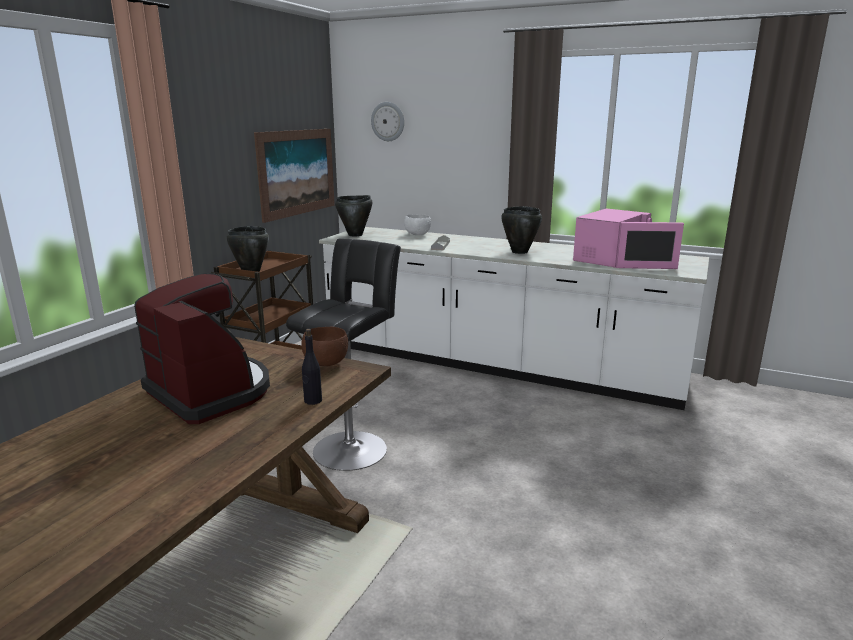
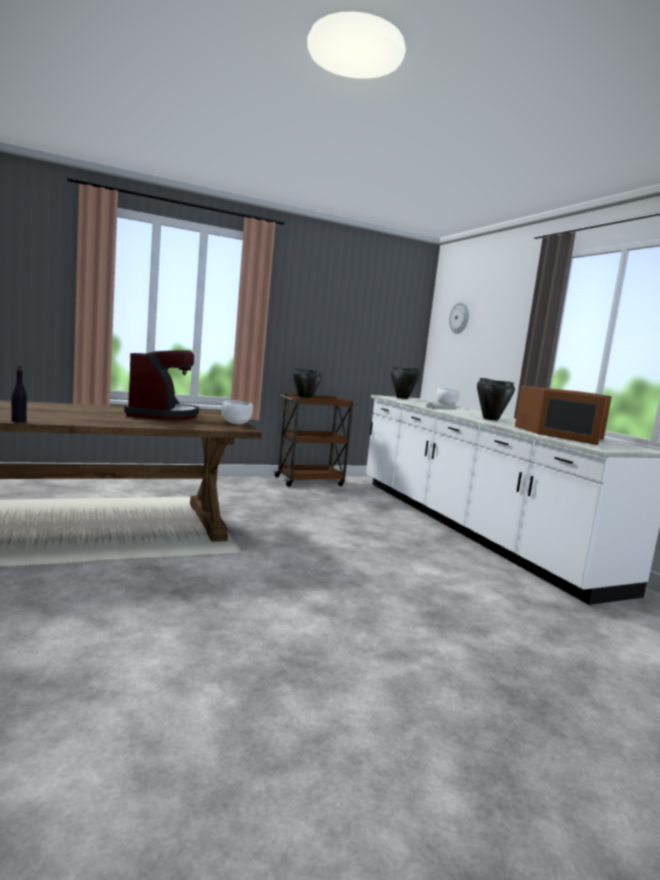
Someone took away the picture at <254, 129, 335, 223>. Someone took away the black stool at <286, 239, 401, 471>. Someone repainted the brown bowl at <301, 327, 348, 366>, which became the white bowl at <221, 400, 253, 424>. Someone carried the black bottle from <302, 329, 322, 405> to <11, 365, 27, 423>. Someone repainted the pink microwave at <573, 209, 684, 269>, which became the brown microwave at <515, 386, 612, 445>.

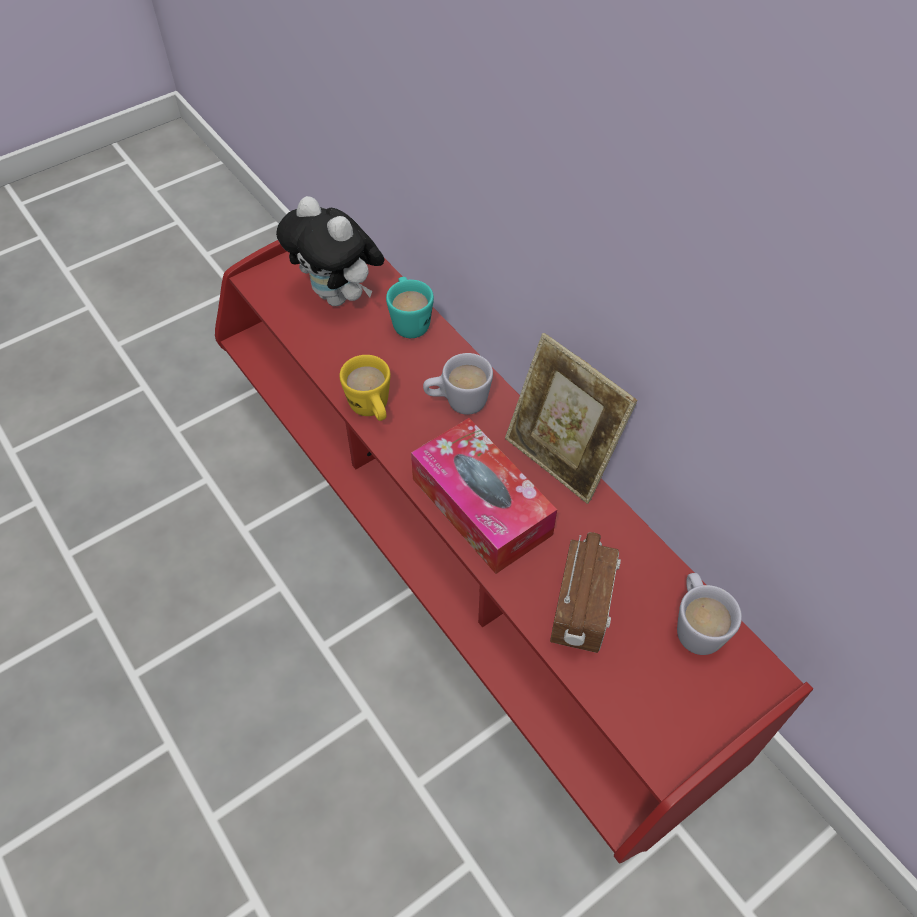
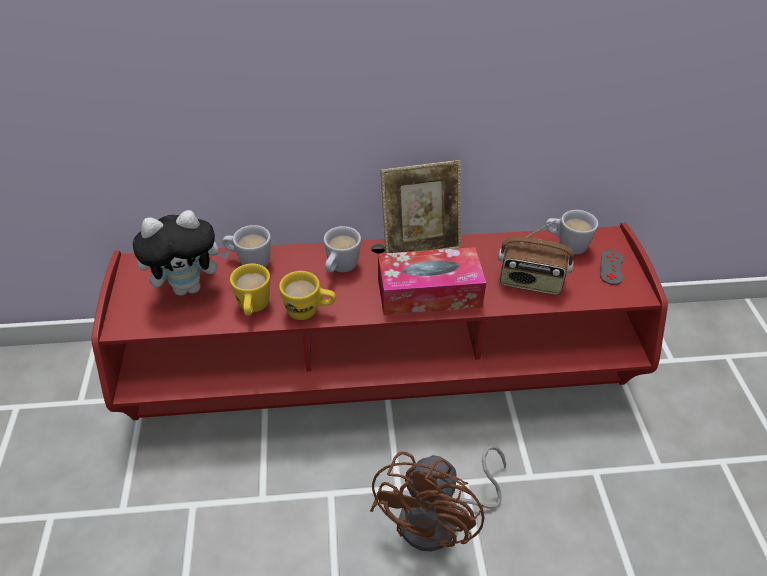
Someone repainted the turquoise mug at <386, 277, 434, 338>, which became the white mug at <222, 225, 271, 267>. Someone rotated the radio at <550, 532, 621, 653> by 150 degrees clockwise. Someone put down the yellow mug at <230, 264, 270, 316>. Someone put down the brown fan at <370, 445, 506, 552>. Someone put down the grey game controller at <600, 250, 624, 285>.

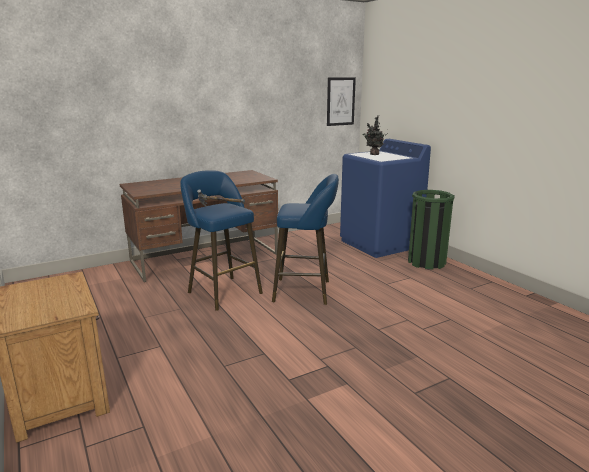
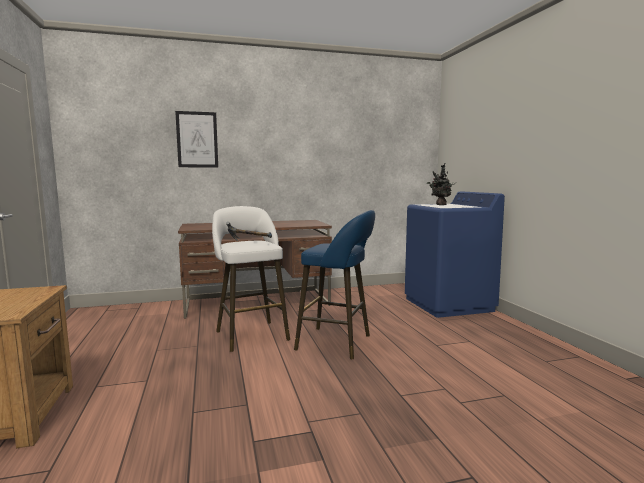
Someone repainted the blue stool at <180, 170, 263, 311>, which became the white stool at <212, 206, 290, 352>. Someone carried the picture from <327, 77, 356, 126> to <175, 111, 218, 167>. Someone took away the green trash can at <408, 190, 455, 270>.

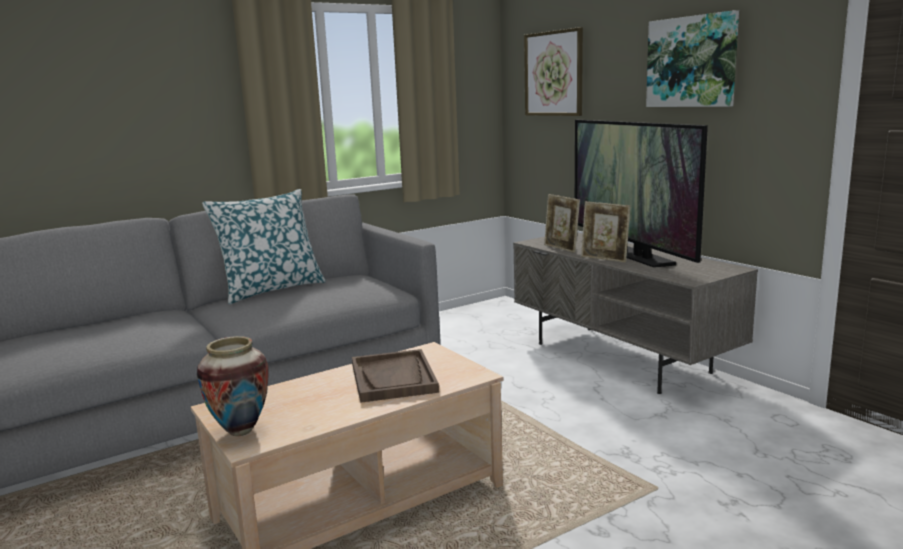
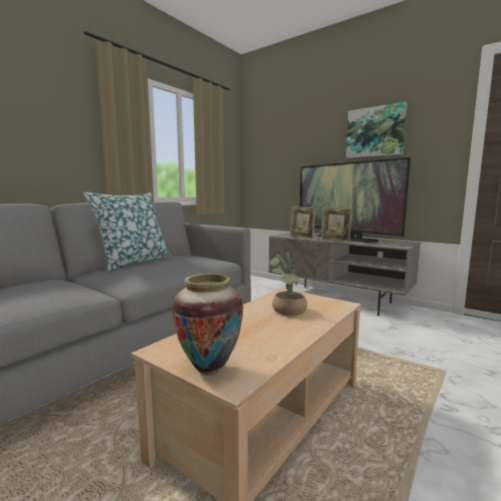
Someone swapped the brown tray at <352, 349, 439, 403> for the potted plant at <270, 252, 307, 316>. Someone took away the picture at <524, 27, 583, 116>.

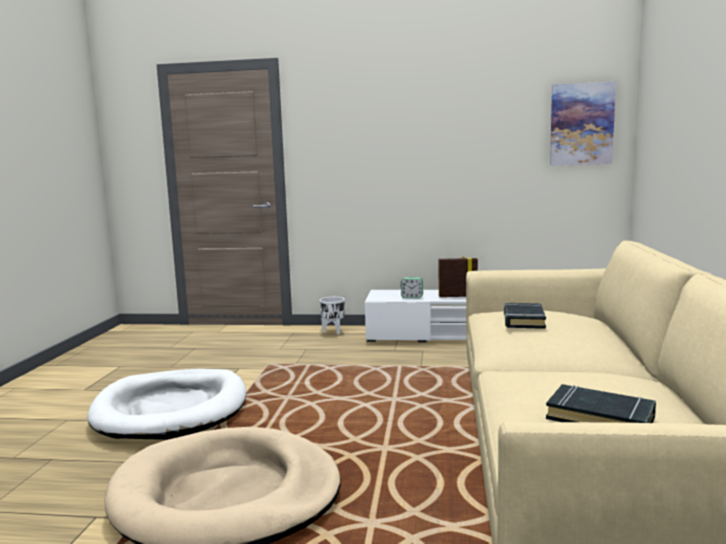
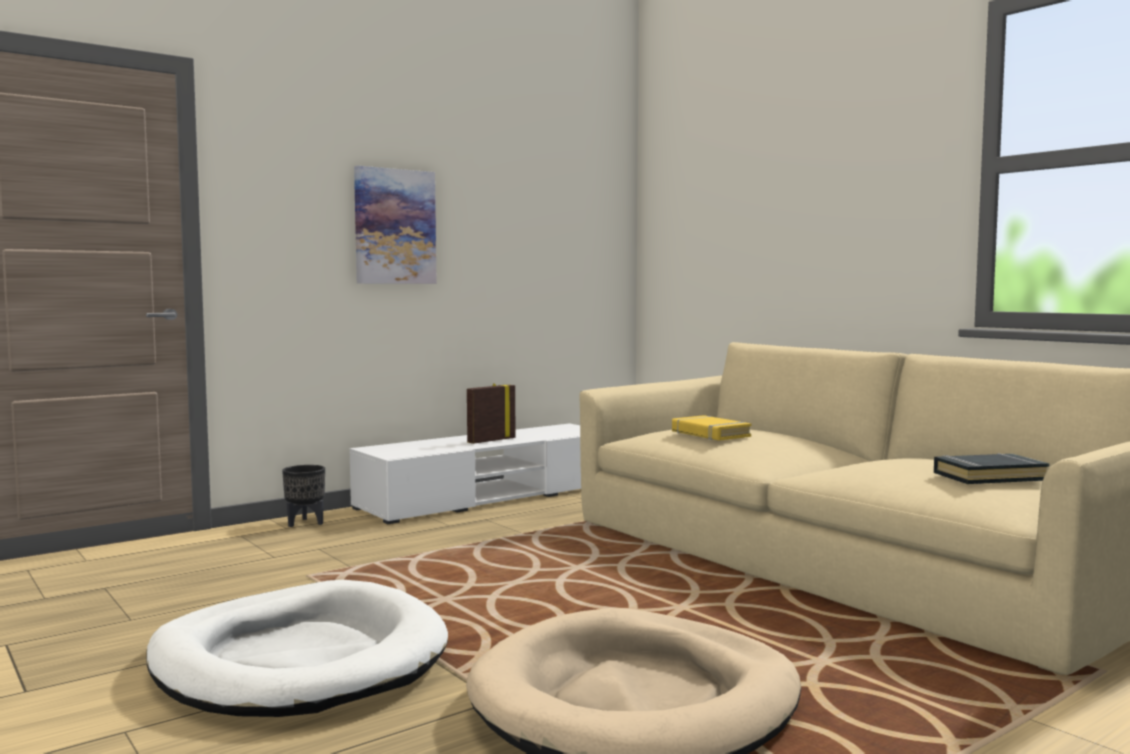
Someone repainted the white planter at <320, 297, 345, 334>, which became the black planter at <282, 465, 325, 527>. Someone took away the alarm clock at <401, 277, 423, 298>. Someone repainted the black book at <504, 303, 546, 329>, which became the yellow book at <672, 415, 751, 441>. Someone carried the picture from <550, 82, 616, 165> to <354, 166, 437, 284>.

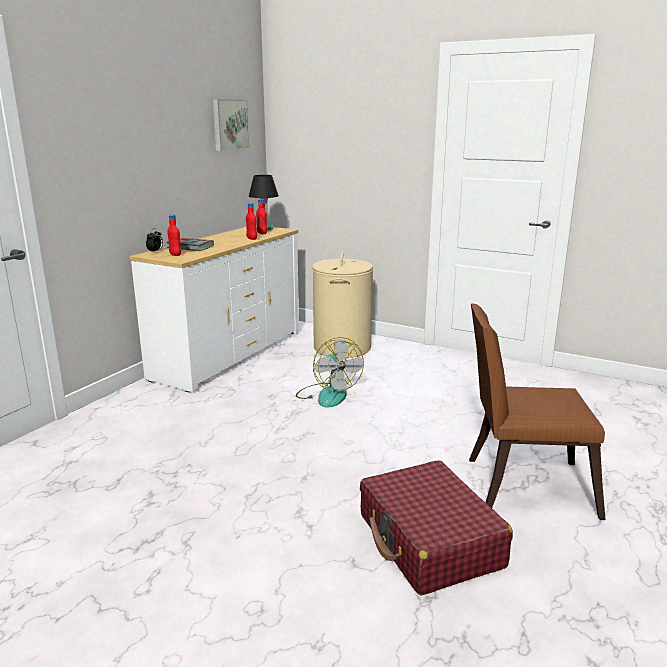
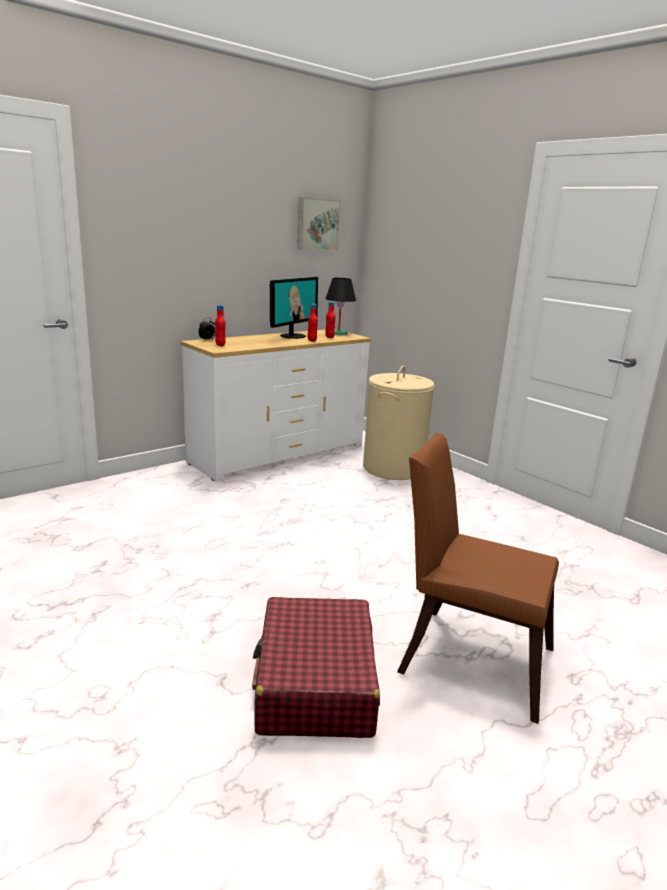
Someone took away the book at <166, 238, 214, 251>. Someone took away the fan at <296, 337, 364, 408>. Someone put down the monitor at <270, 277, 318, 339>.

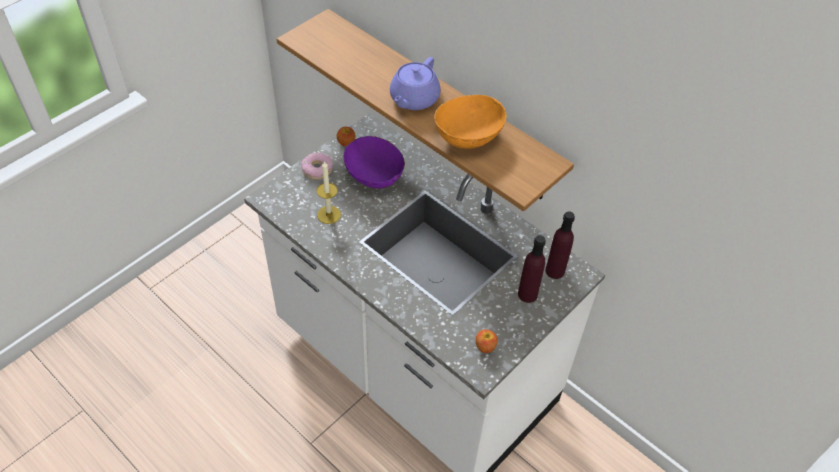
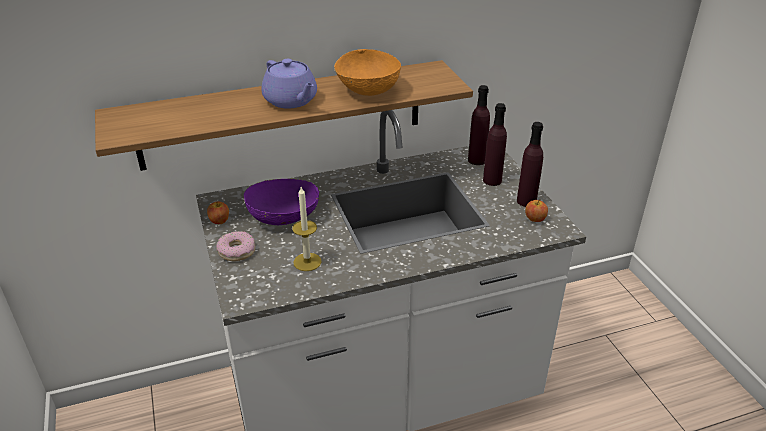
Someone put down the purple bottle at <517, 122, 543, 207>.

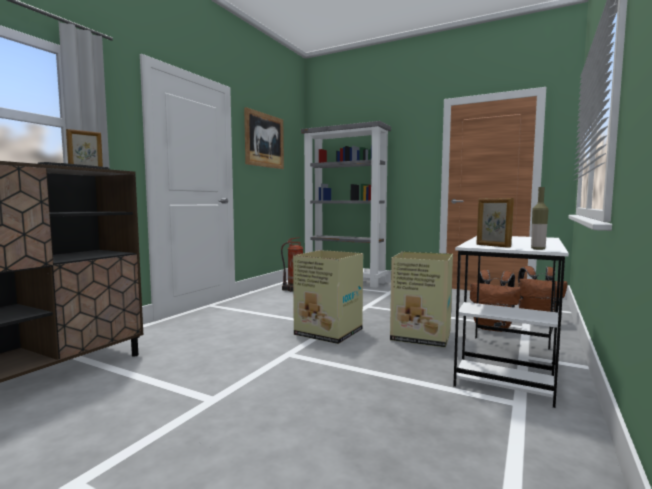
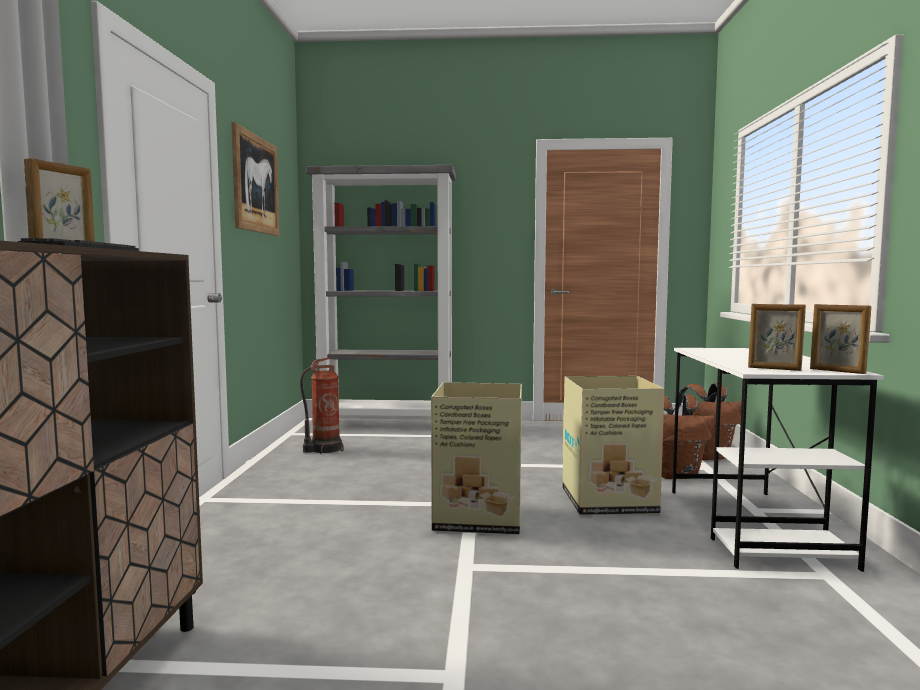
Someone swapped the bottle at <531, 187, 549, 250> for the picture frame at <810, 304, 871, 374>.

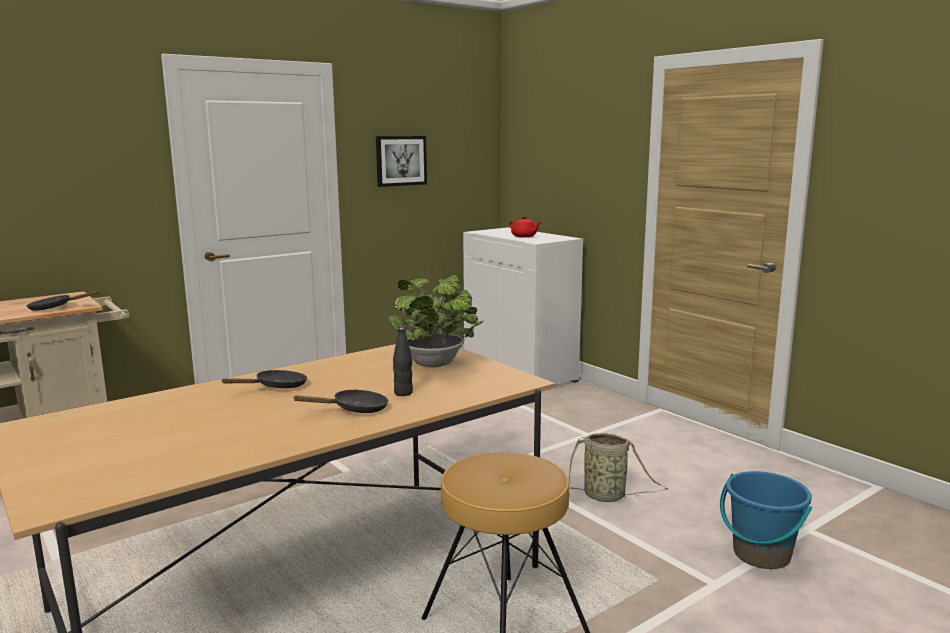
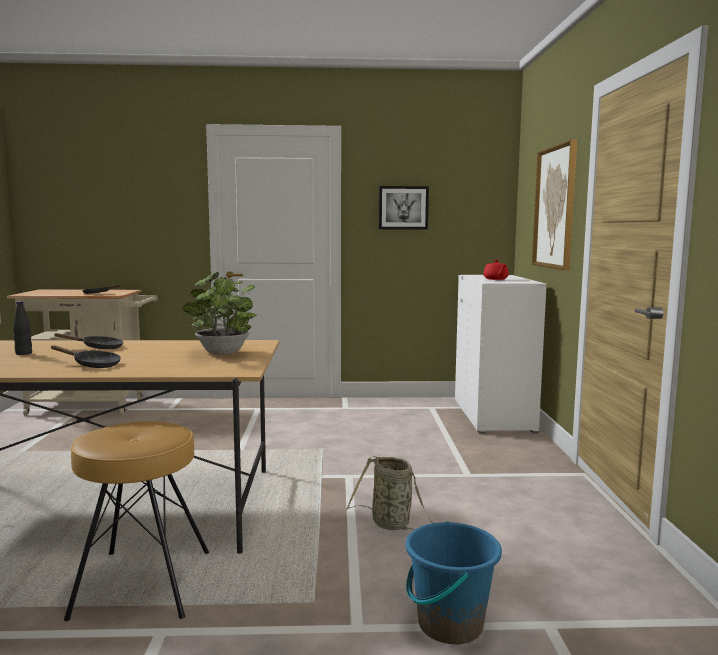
Someone carried the black bottle from <393, 328, 413, 396> to <13, 301, 32, 355>. Someone put up the picture at <532, 139, 577, 271>.

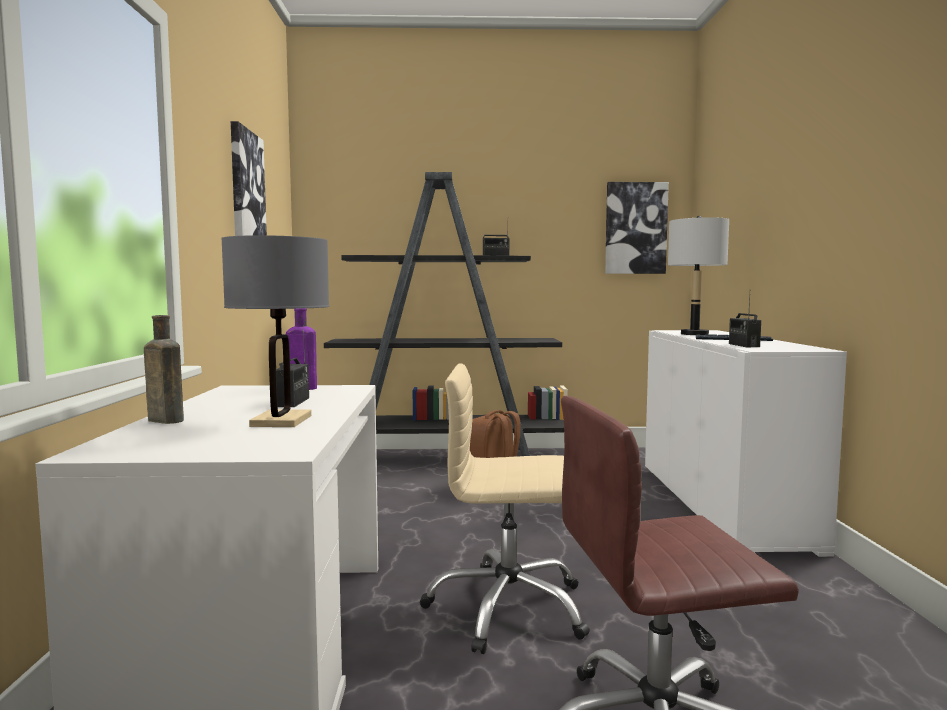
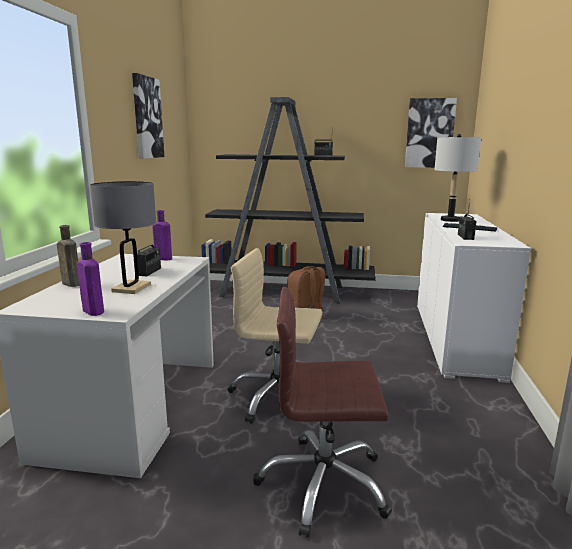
Someone put down the purple bottle at <77, 242, 104, 316>.

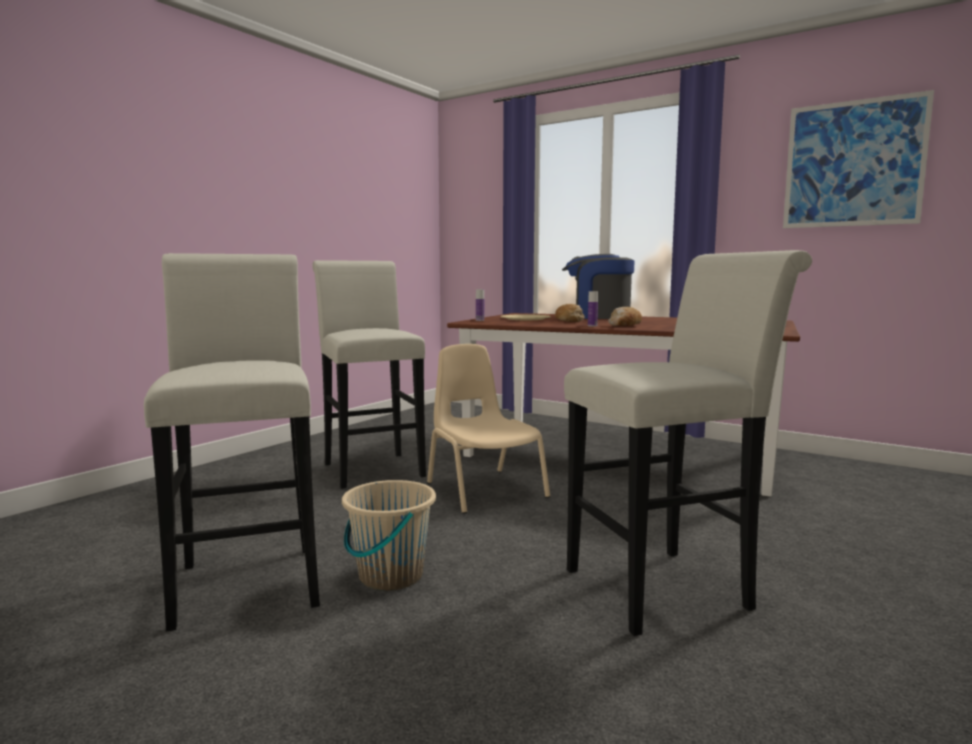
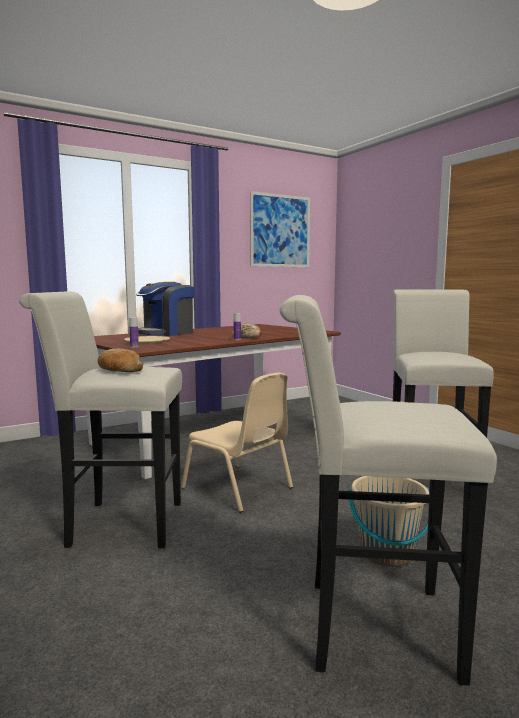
Someone rotated the beige chair at <427, 344, 550, 514> by 135 degrees counterclockwise. Someone carried the bread from <555, 304, 585, 322> to <98, 349, 143, 372>.

